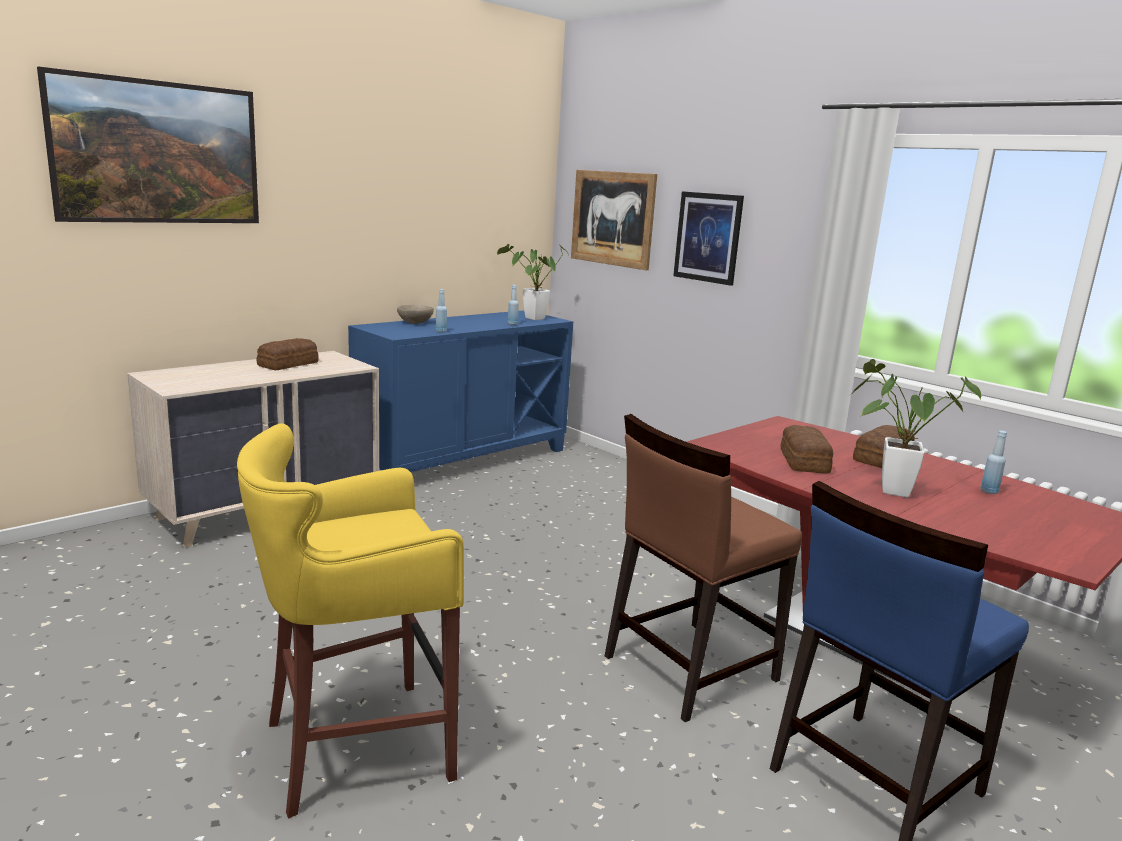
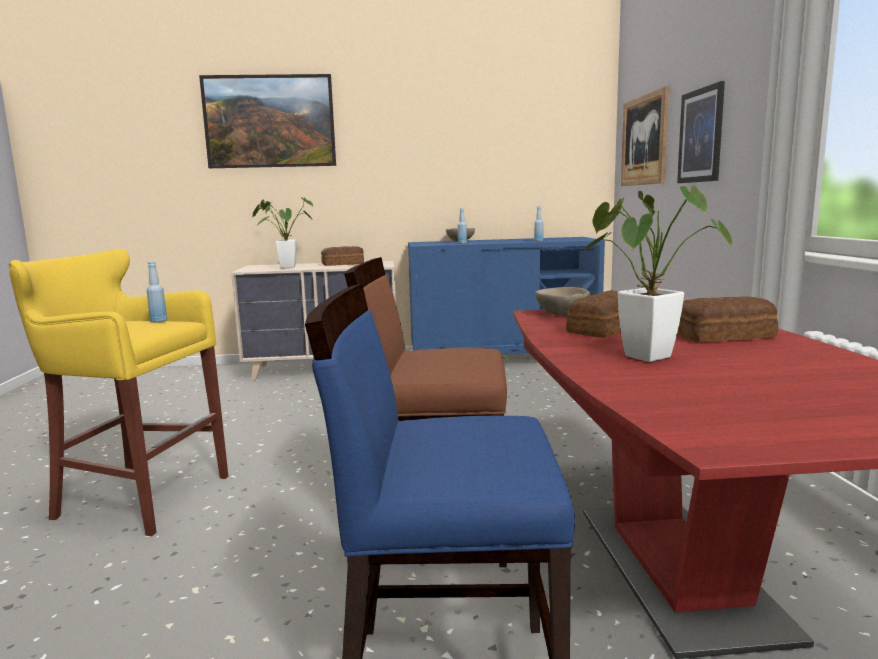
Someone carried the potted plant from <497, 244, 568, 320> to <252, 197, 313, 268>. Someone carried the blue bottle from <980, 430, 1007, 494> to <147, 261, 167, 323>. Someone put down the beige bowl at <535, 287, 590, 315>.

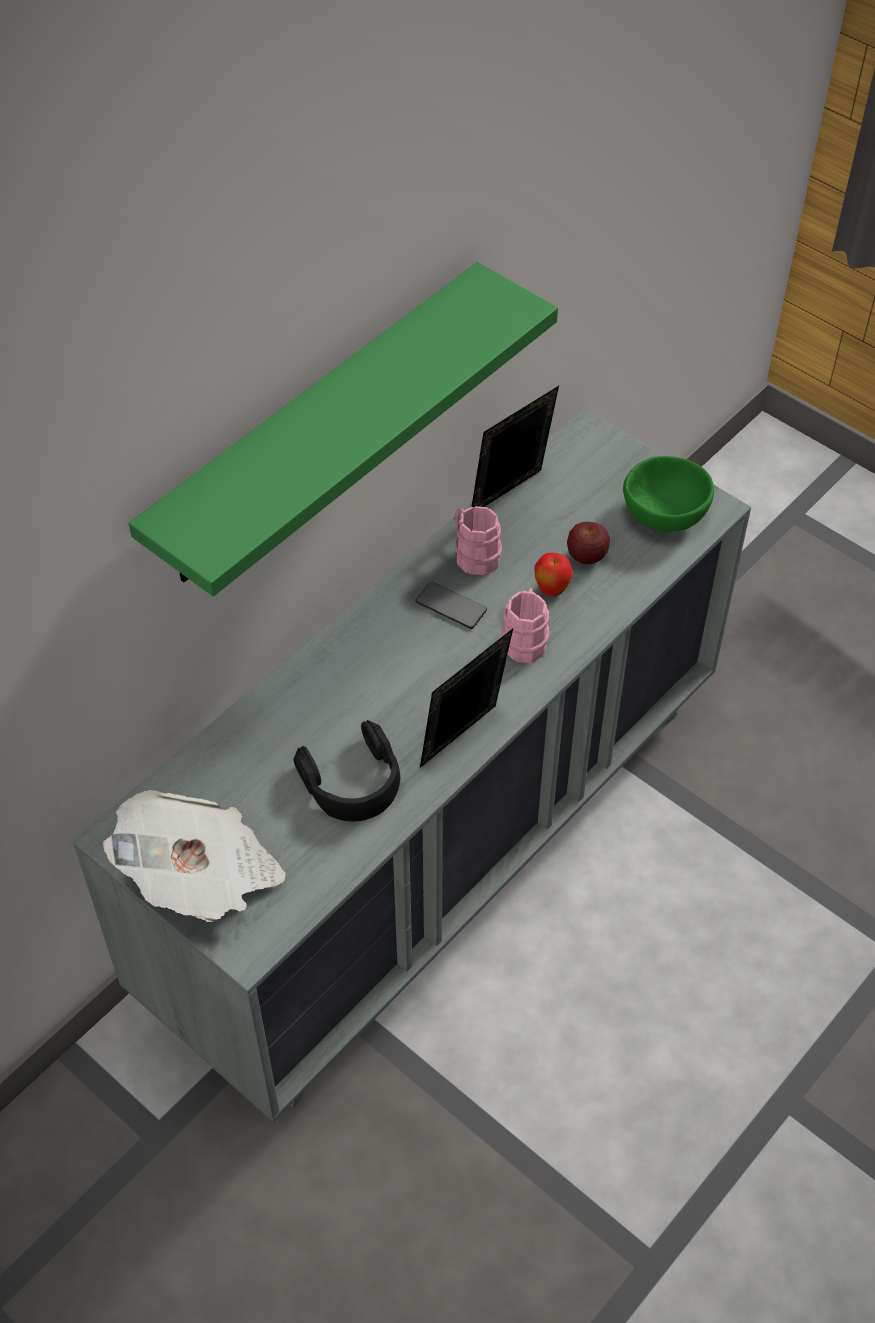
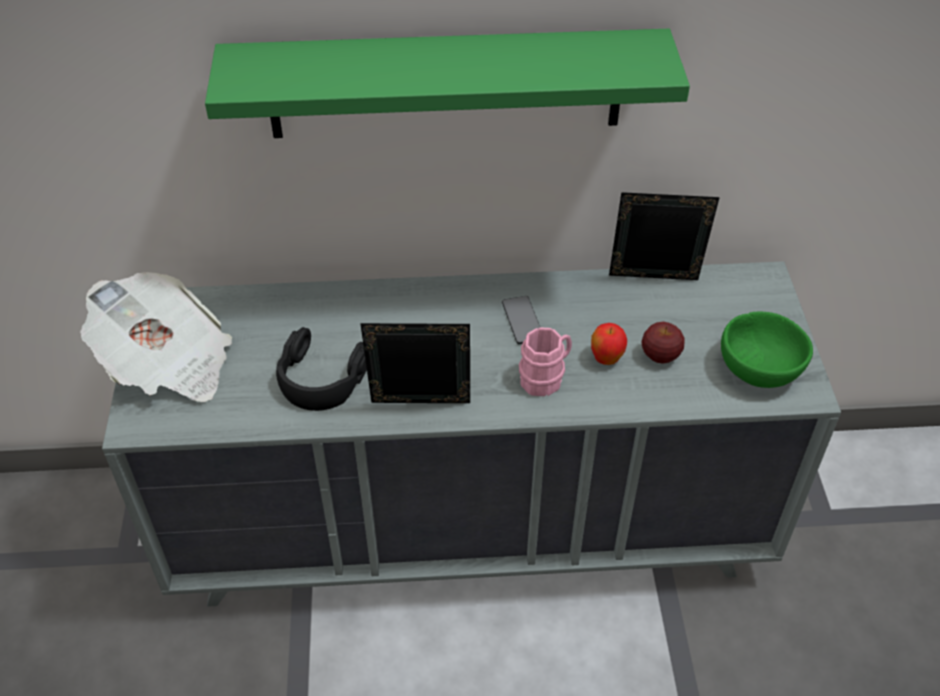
Someone took away the pink mug at <454, 506, 502, 575>.

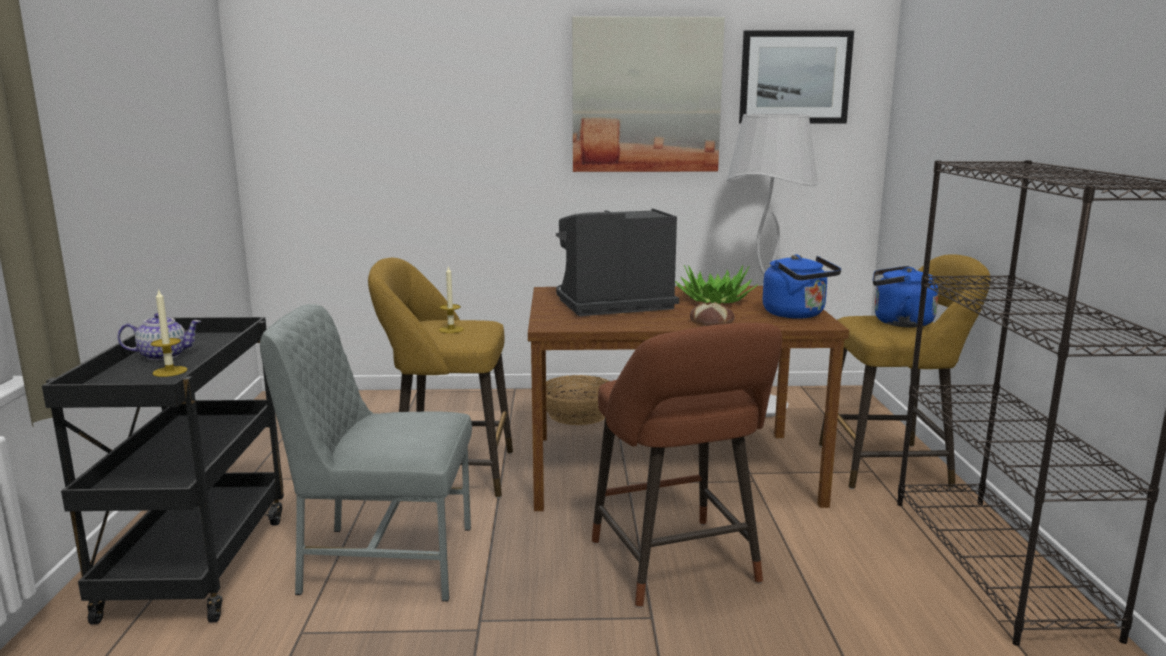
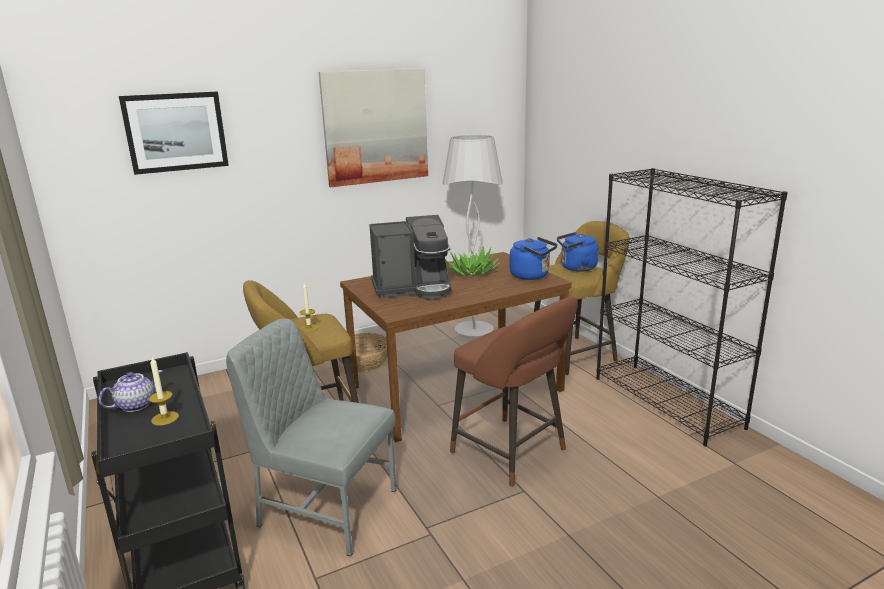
Someone rotated the grey chair at <260, 304, 472, 601> by 45 degrees clockwise. Someone rotated the coffee machine at <556, 209, 679, 316> by 150 degrees counterclockwise. Someone took away the bread at <690, 302, 735, 326>. Someone carried the picture from <739, 30, 854, 123> to <119, 92, 229, 175>.

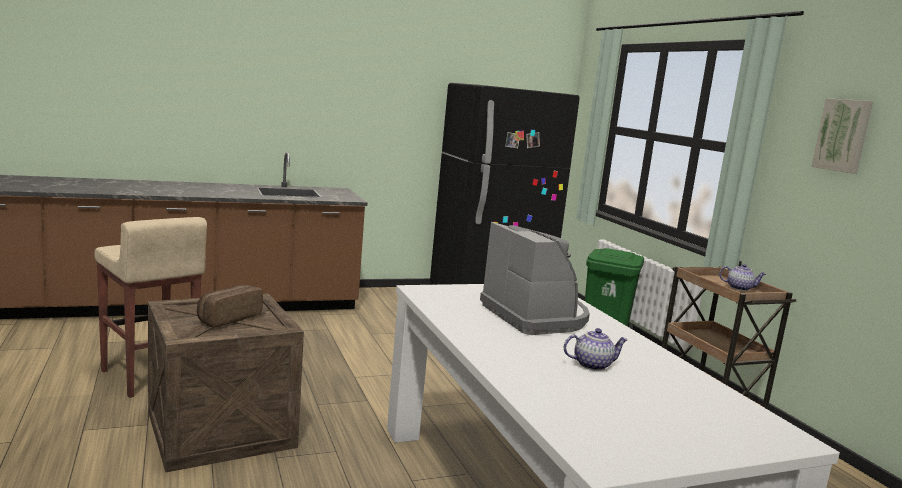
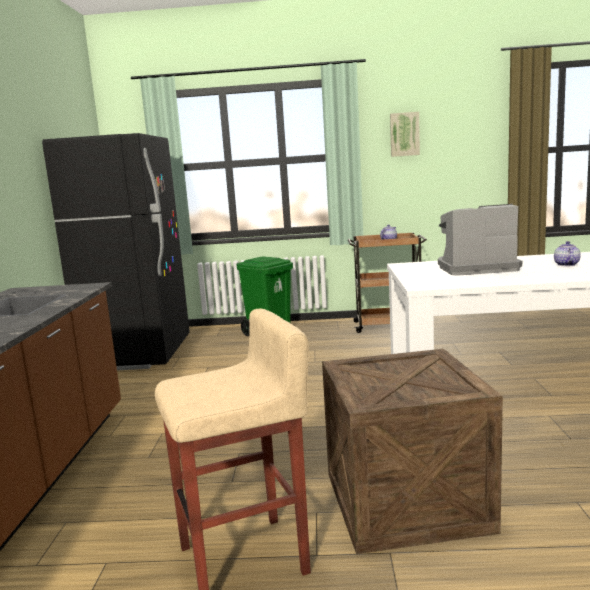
Someone took away the bread at <197, 285, 263, 328>.

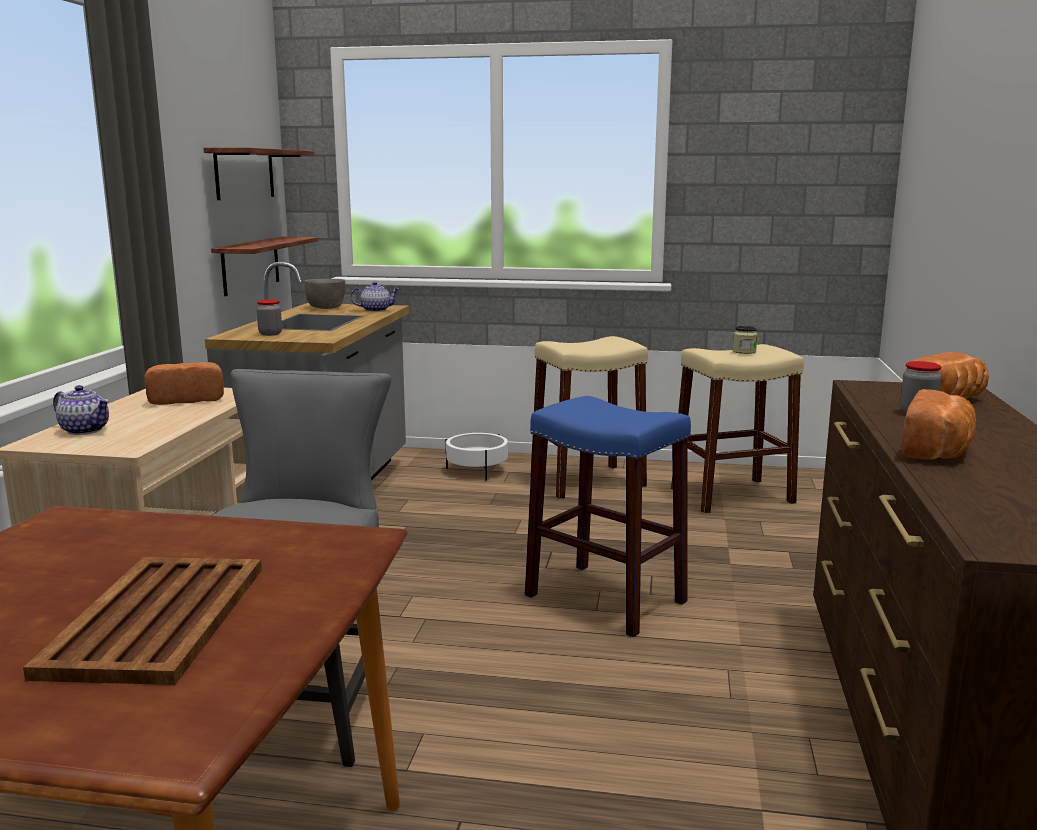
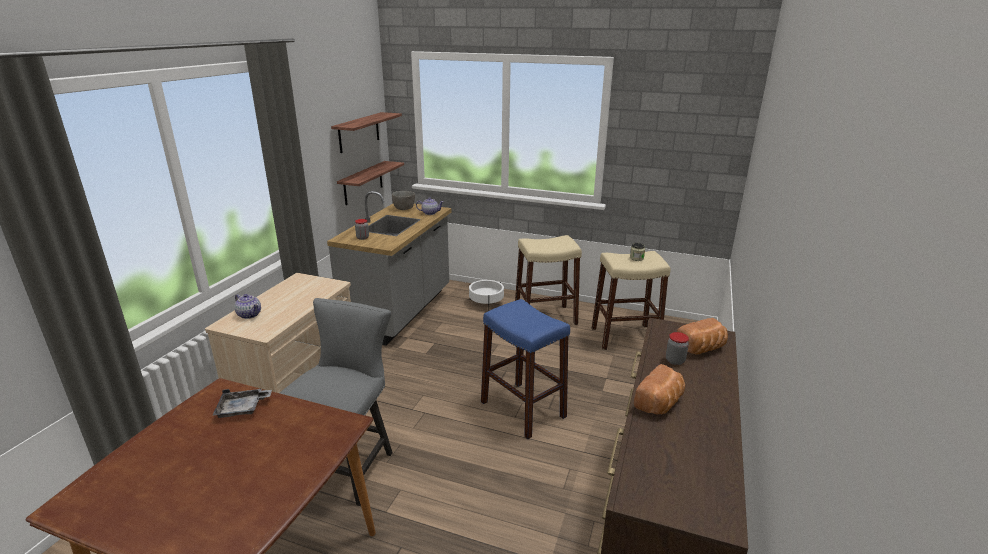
Someone took away the brown tray at <23, 557, 262, 685>. Someone took away the bread at <144, 362, 224, 405>. Someone put down the grey tray at <213, 388, 272, 418>.

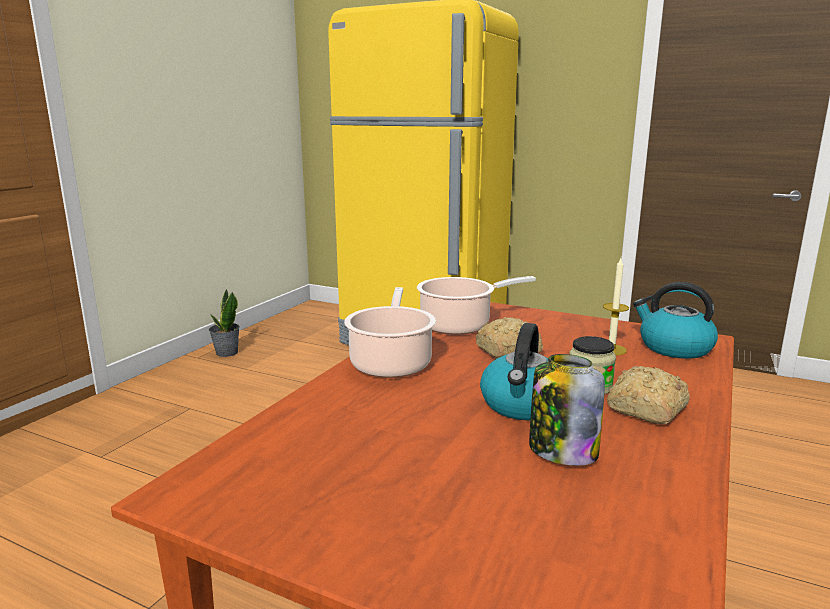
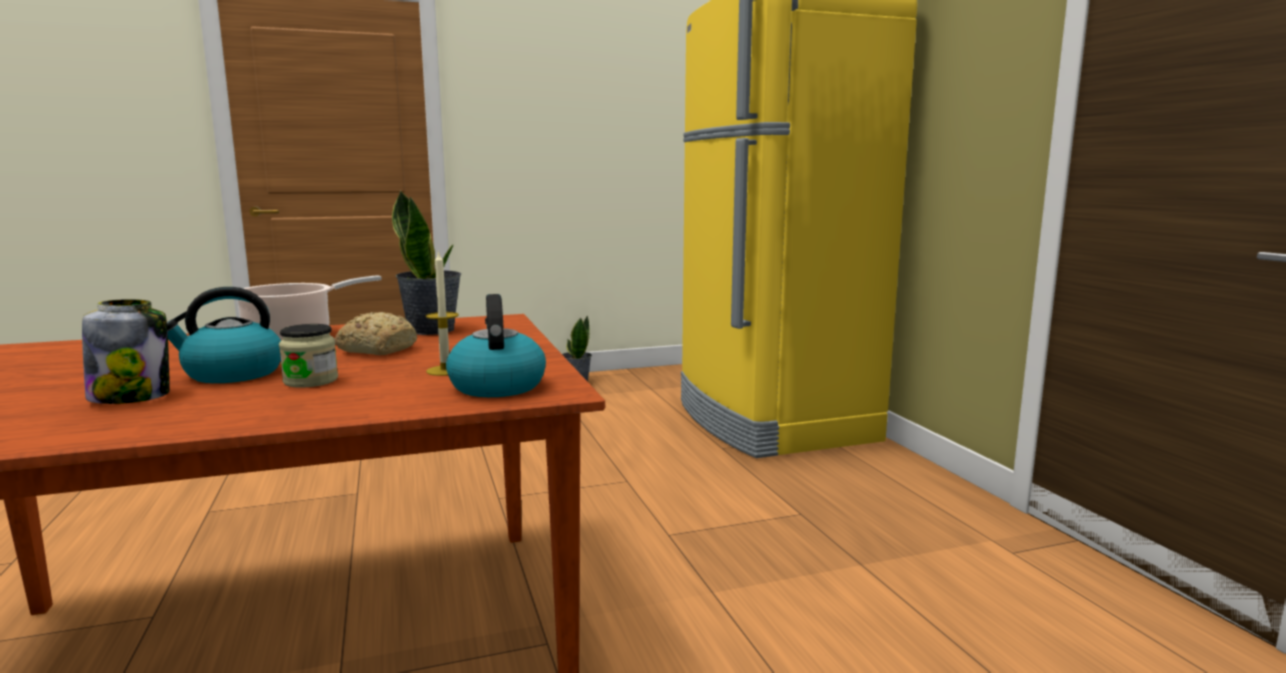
Someone swapped the cooking pot at <417, 276, 536, 335> for the potted plant at <392, 190, 461, 335>. Someone took away the bread at <607, 366, 690, 424>.

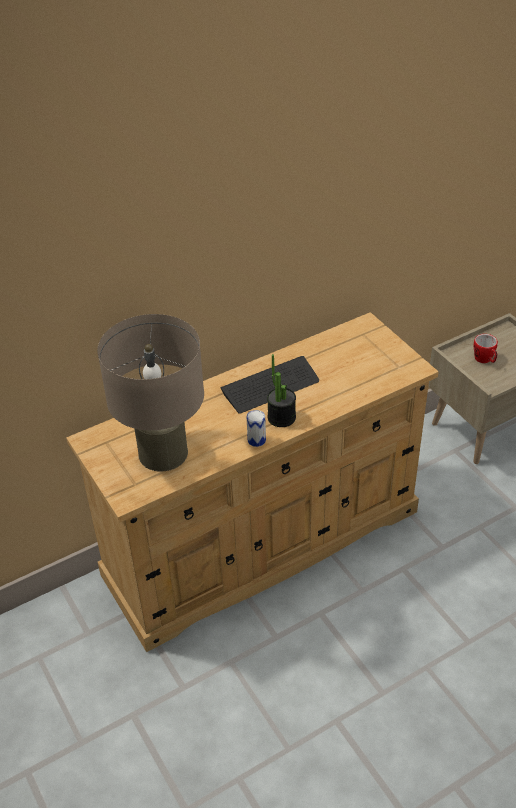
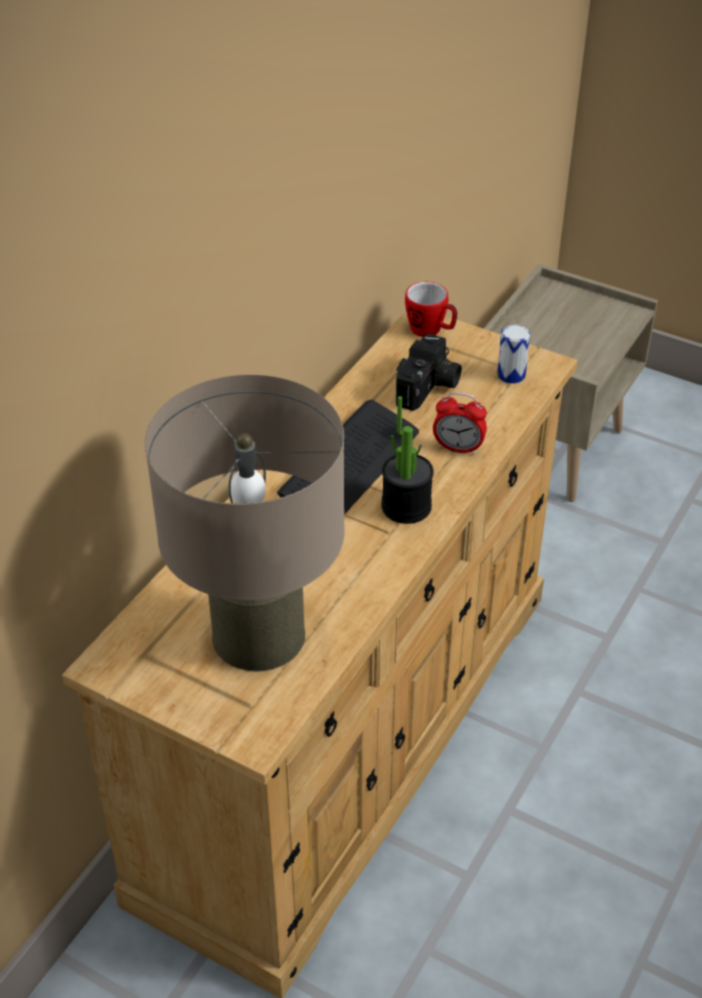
Someone carried the can from <246, 410, 266, 447> to <497, 324, 530, 384>. Someone carried the mug from <474, 334, 498, 363> to <405, 282, 457, 337>. Someone put down the photo camera at <396, 334, 462, 411>. Someone put down the alarm clock at <433, 392, 487, 455>.

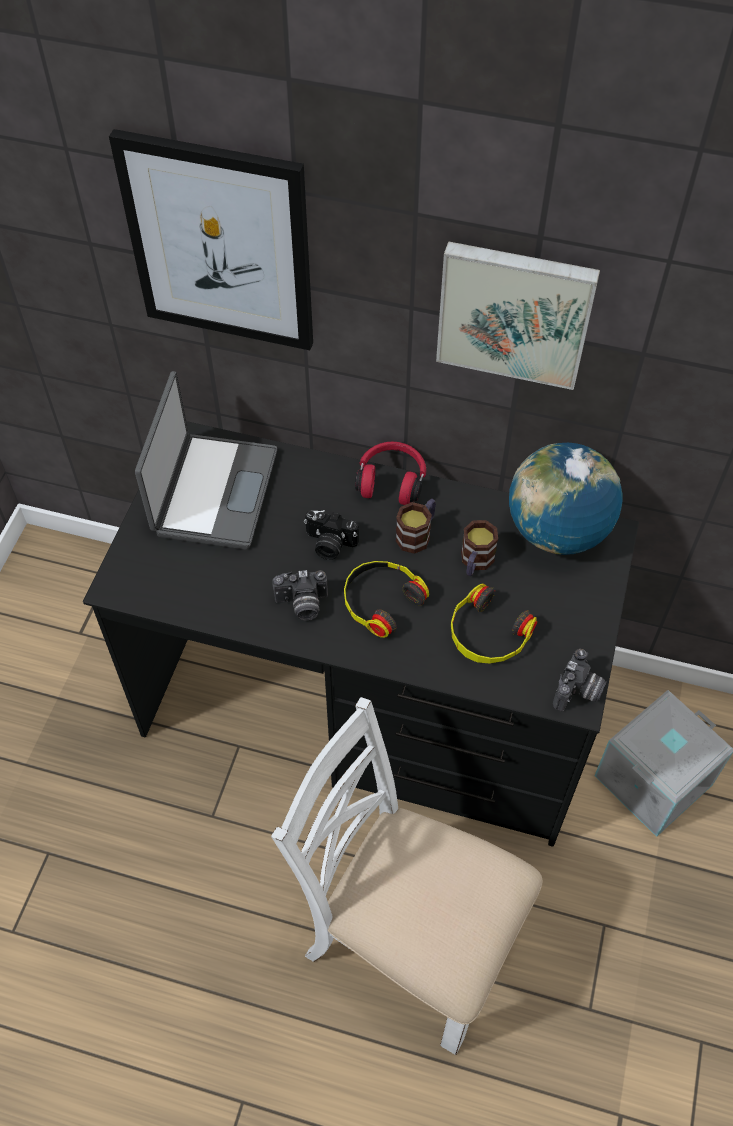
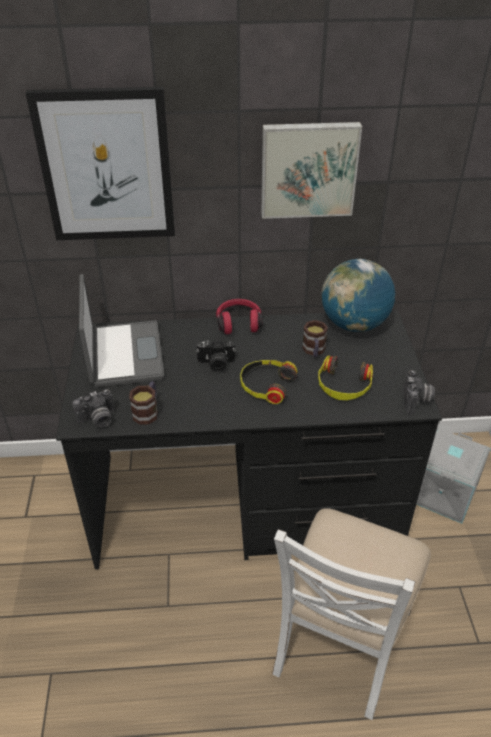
Someone rotated the white chair at <271, 697, 542, 1055> by 75 degrees counterclockwise. Someone carried the photo camera from <272, 570, 328, 620> to <72, 389, 115, 428>. Someone carried the mug from <395, 499, 436, 554> to <129, 381, 158, 425>.

